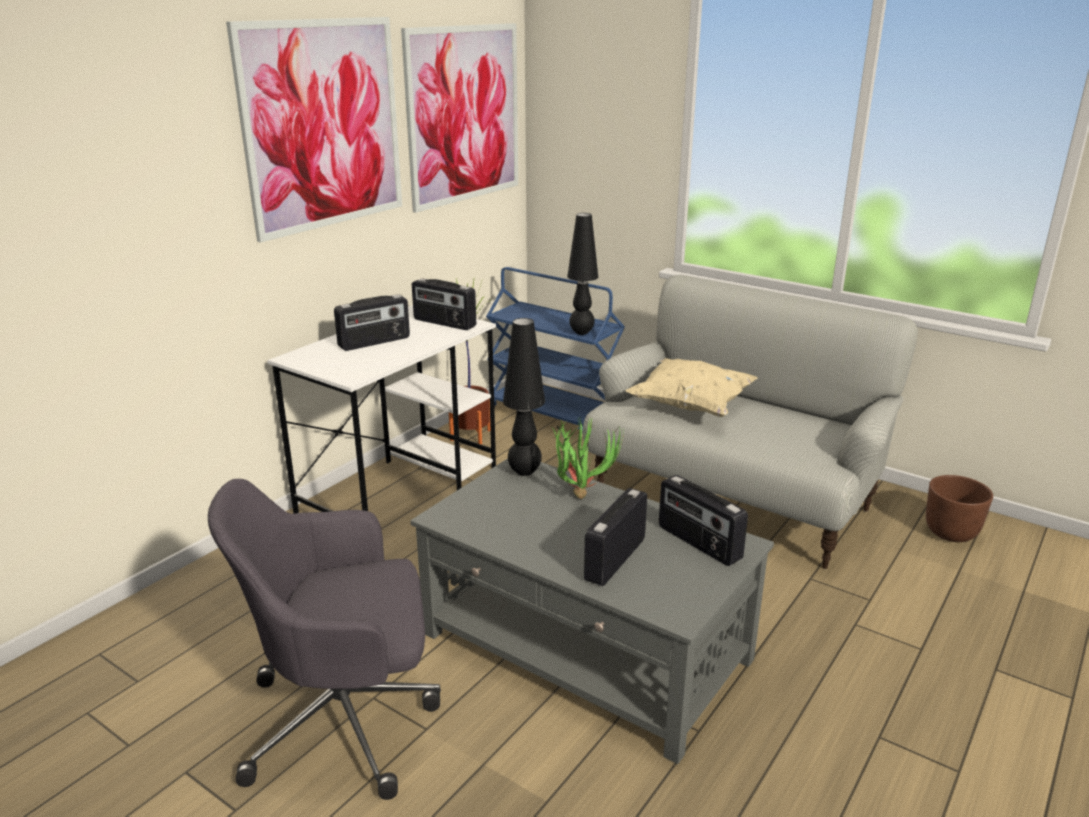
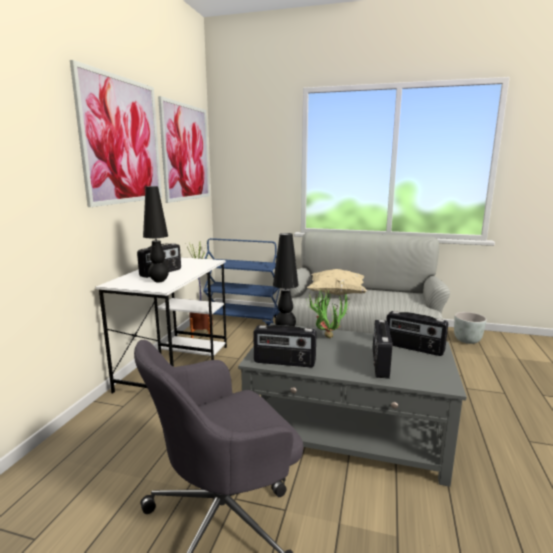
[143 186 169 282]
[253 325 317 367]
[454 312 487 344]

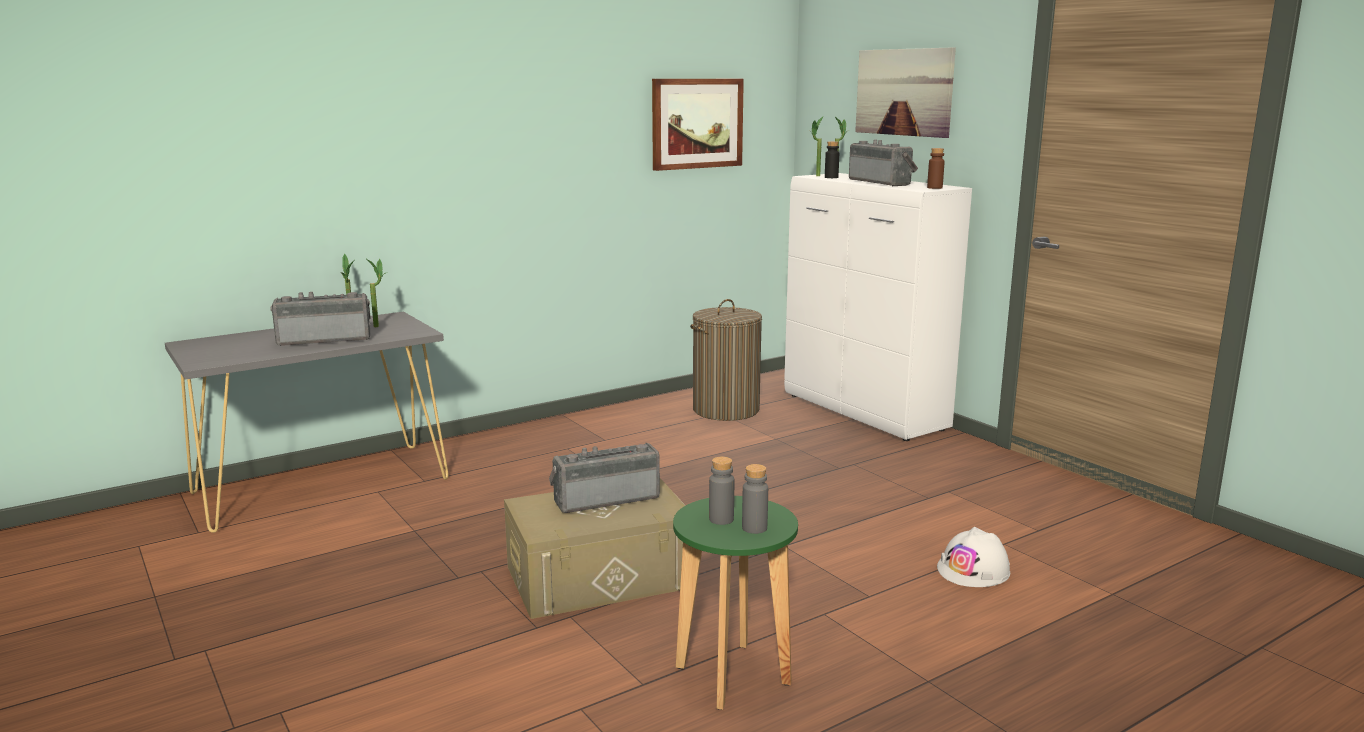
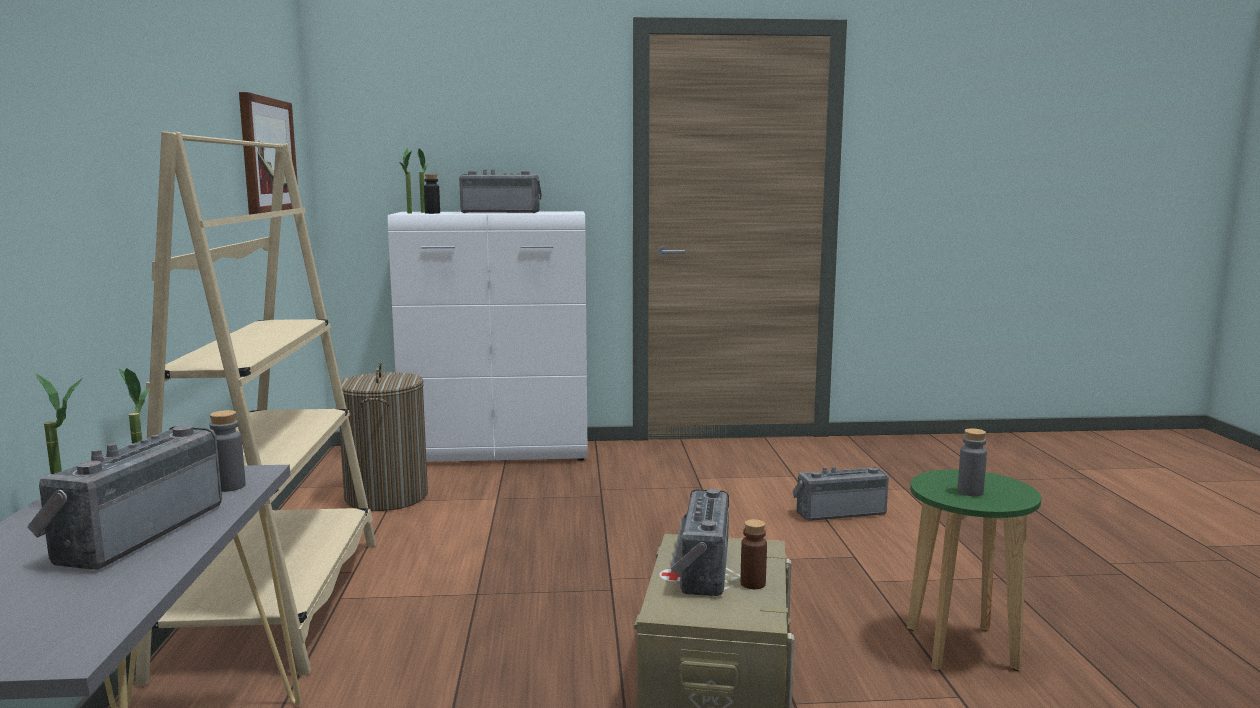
[855 47 956 138] (first image)
[741 519 767 589]
[209 410 246 492]
[792 466 889 521]
[135 131 376 686]

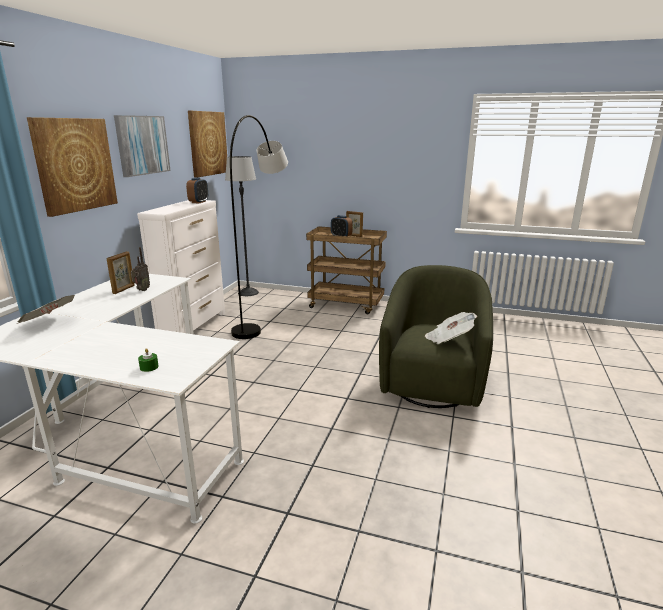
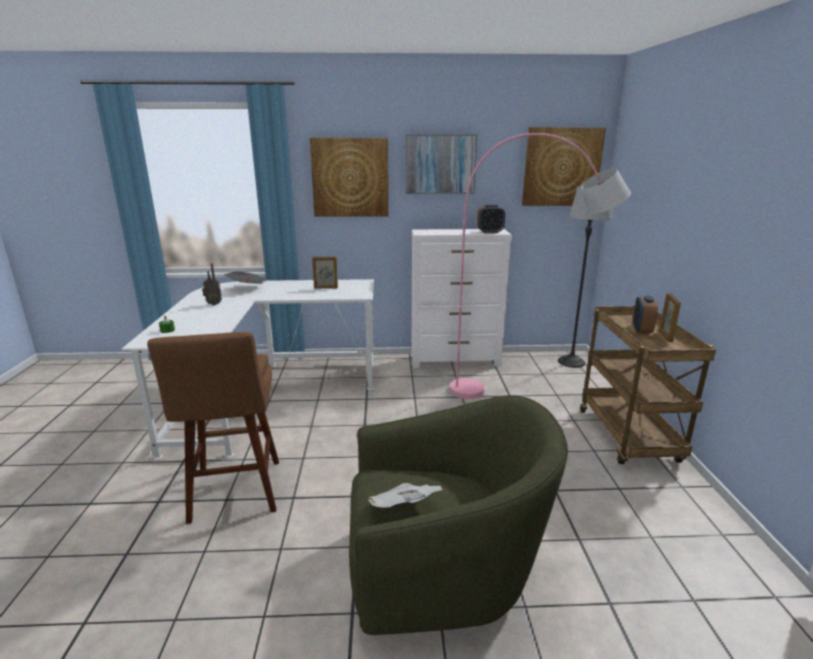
[450 133 631 399]
[202 263 222 305]
[147 332 279 524]

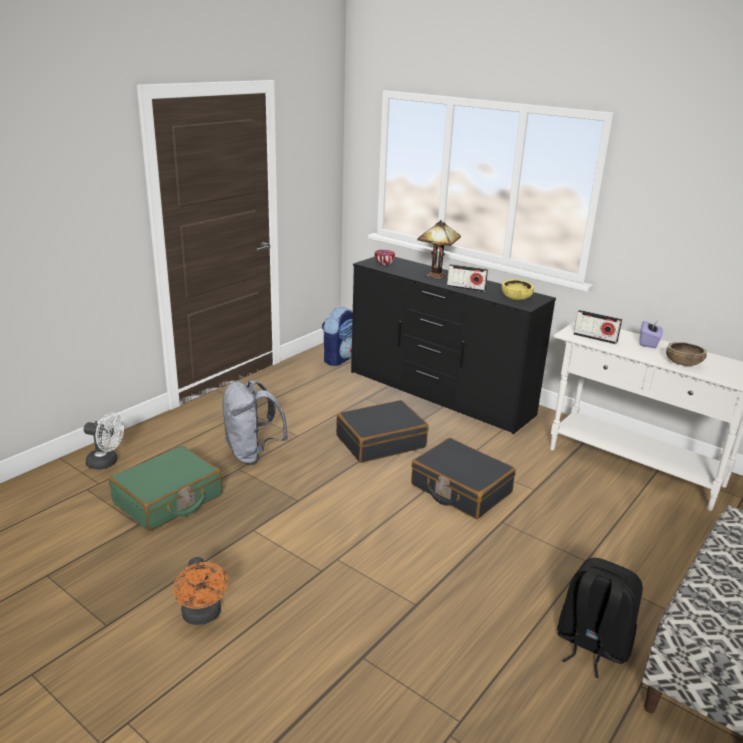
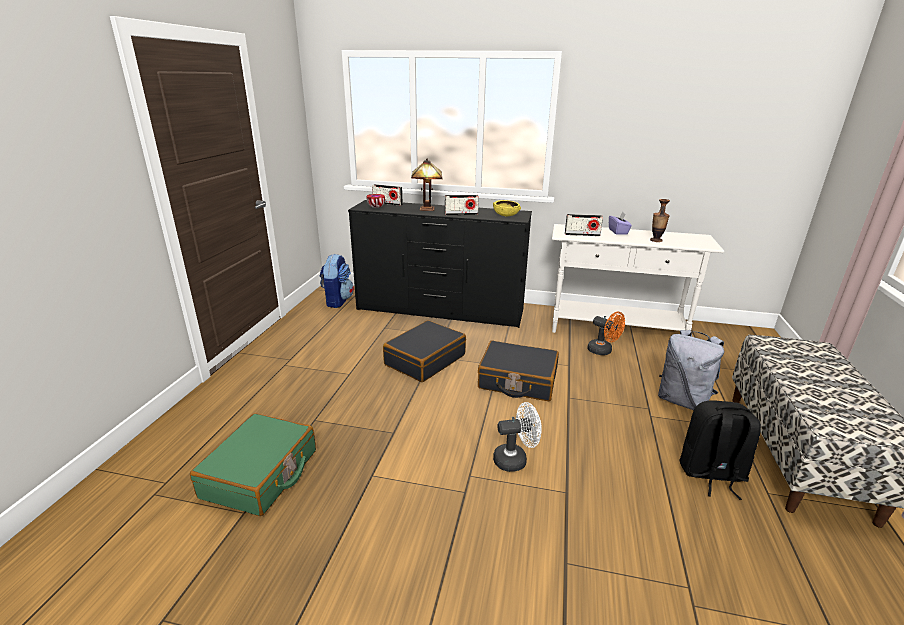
[650 199 670 242]
[658 330 724 410]
[493 402 542 472]
[587 312 625 355]
[372 184 403 206]

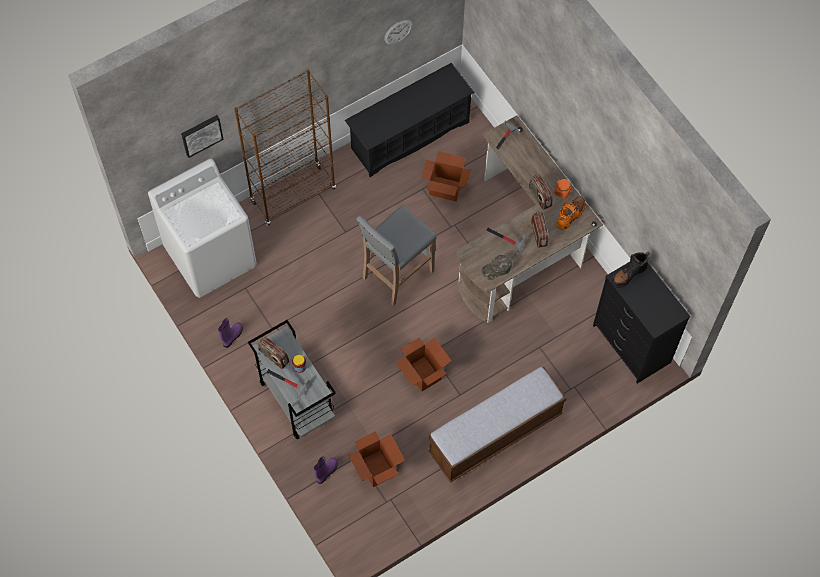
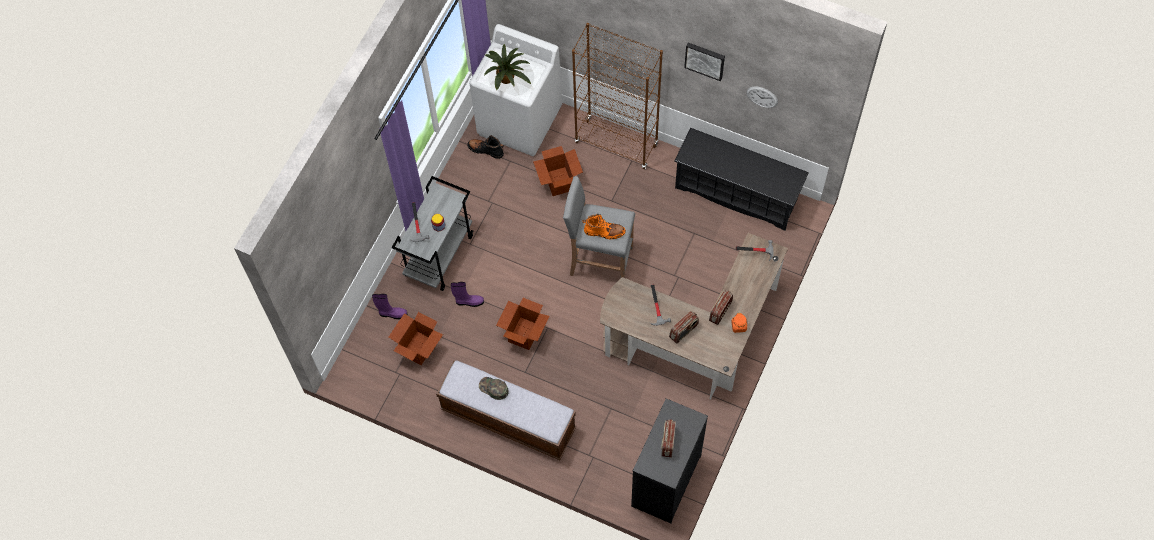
[684 43 725 81]
[533 146 583 196]
[582 214 626 240]
[467 135 504 159]
[479 377 509 400]
[451 282 484 307]
[661 419 676 457]
[484 44 531 90]

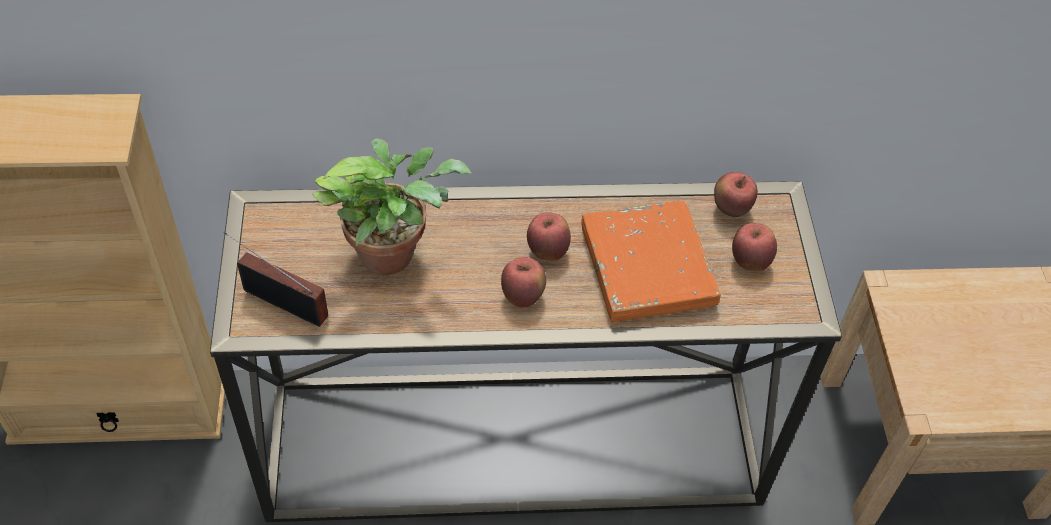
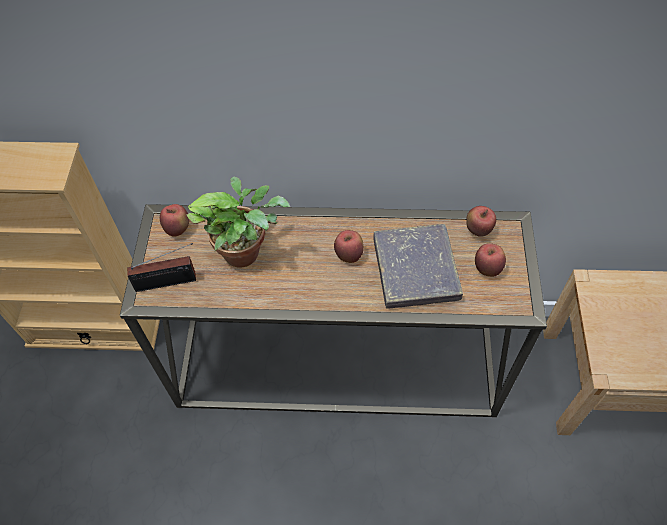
[374 224 463 309]
[127 243 196 292]
[160 204 189 236]

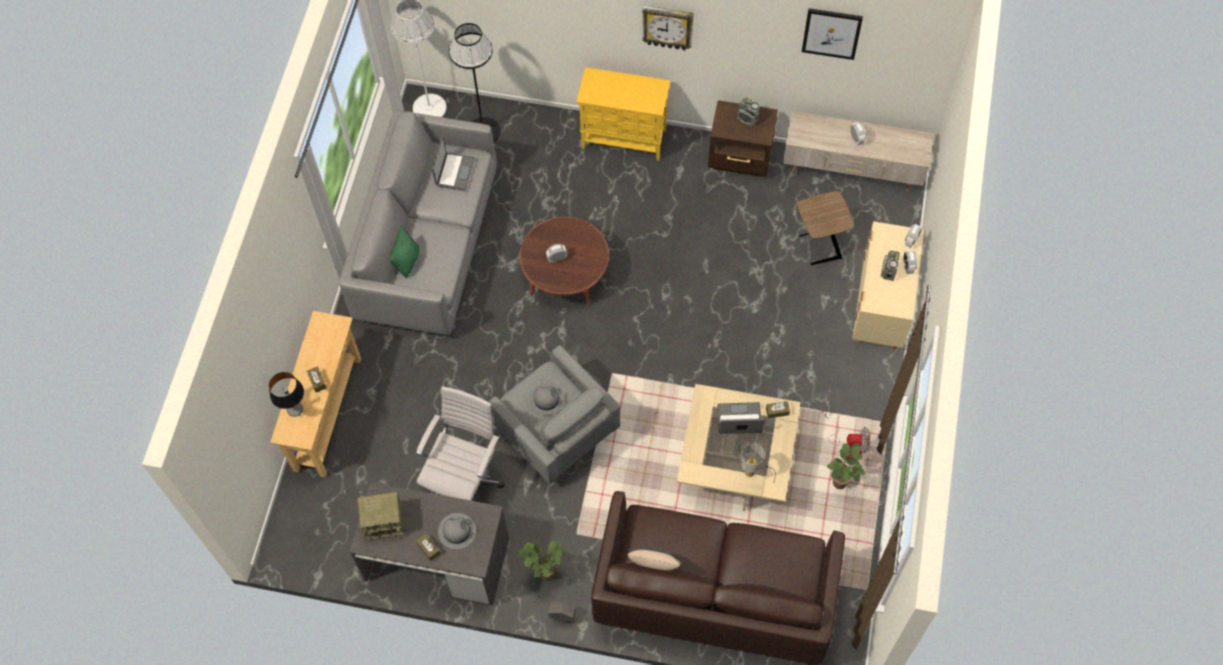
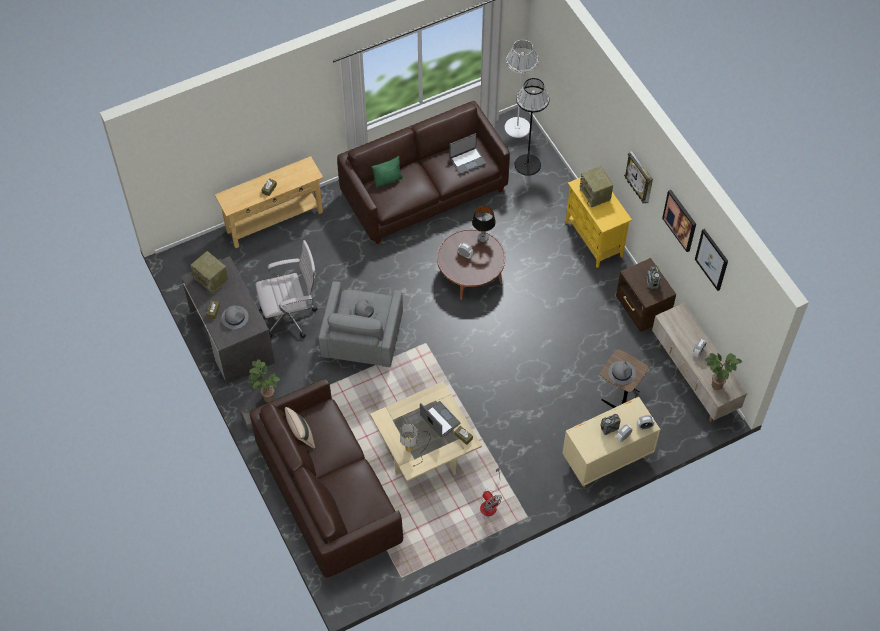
[337 101 510 244]
[472 206 496 242]
[705 353 742 390]
[580 166 613 207]
[662 190 696 252]
[608 361 636 385]

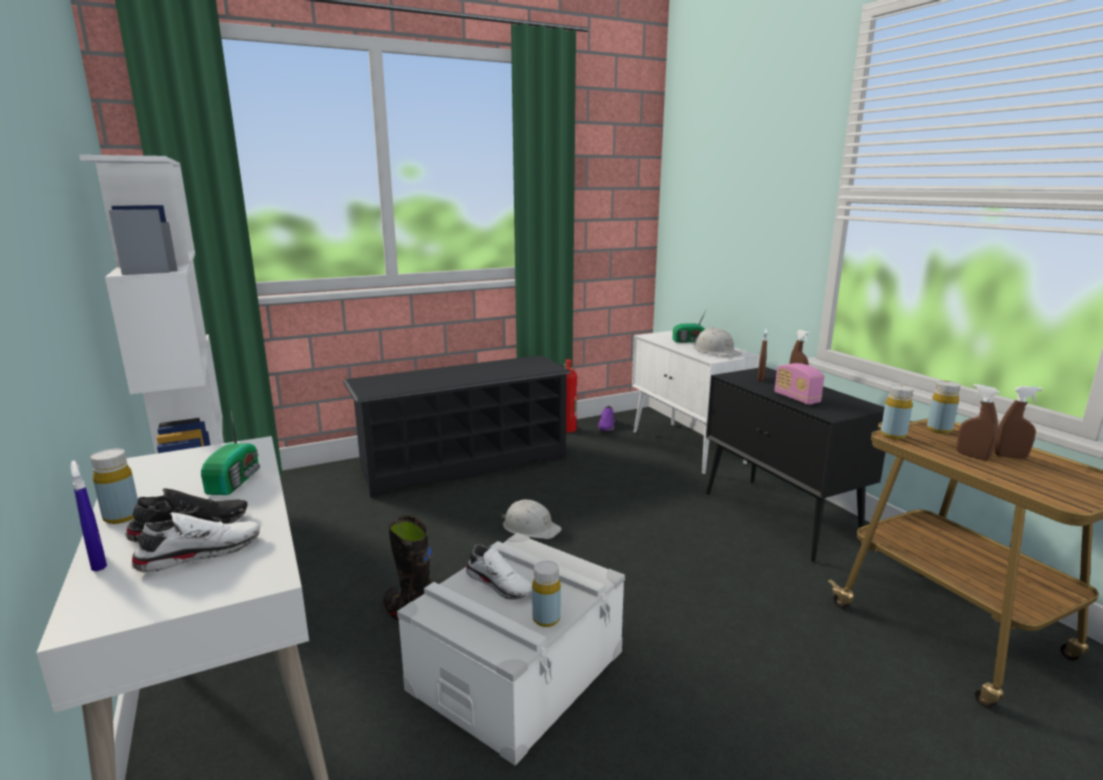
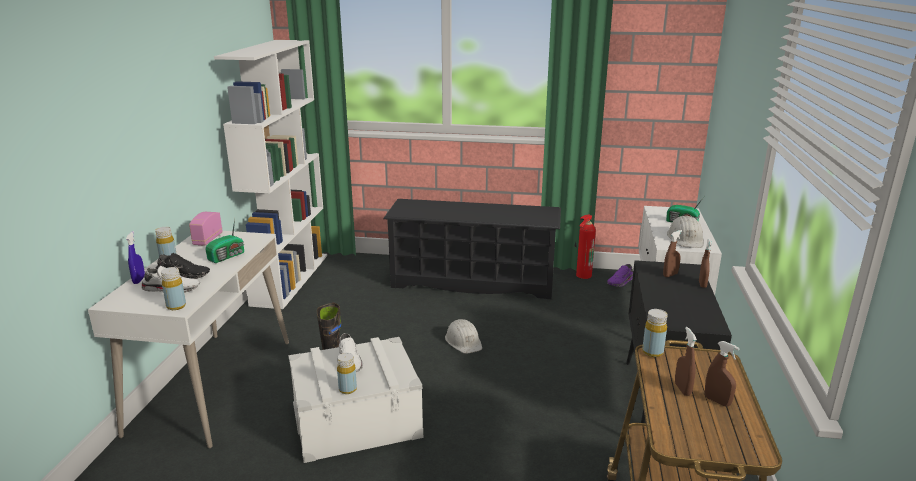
[189 212 223 246]
[161 267 186 310]

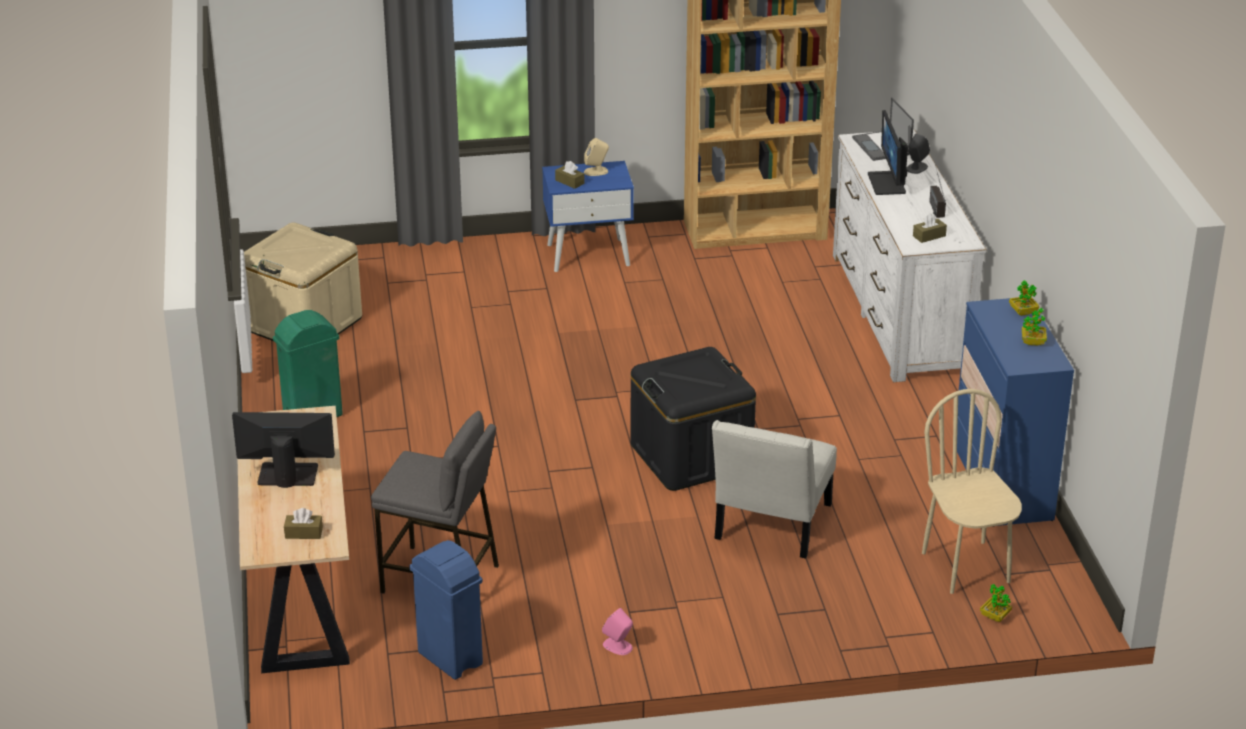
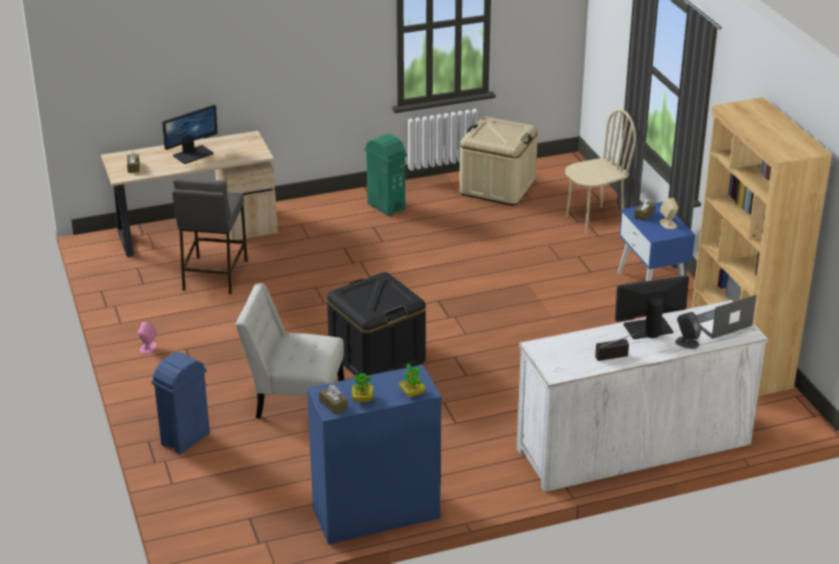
[319 385 348 415]
[565 109 636 234]
[162 105 217 164]
[151 352 210 454]
[980 584 1012 622] (first image)

